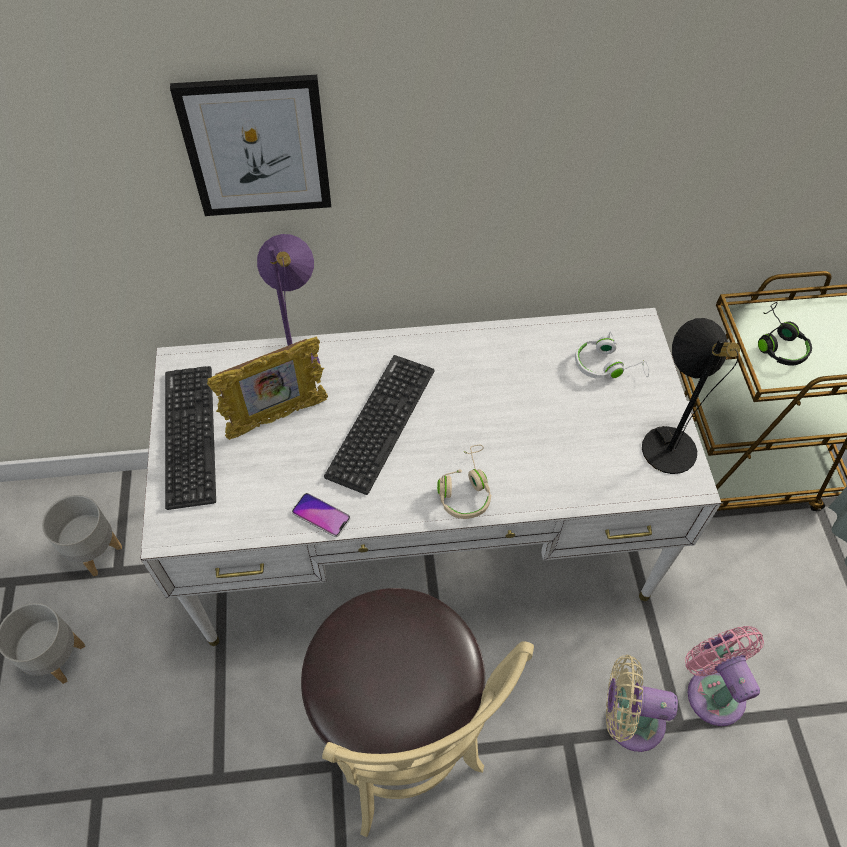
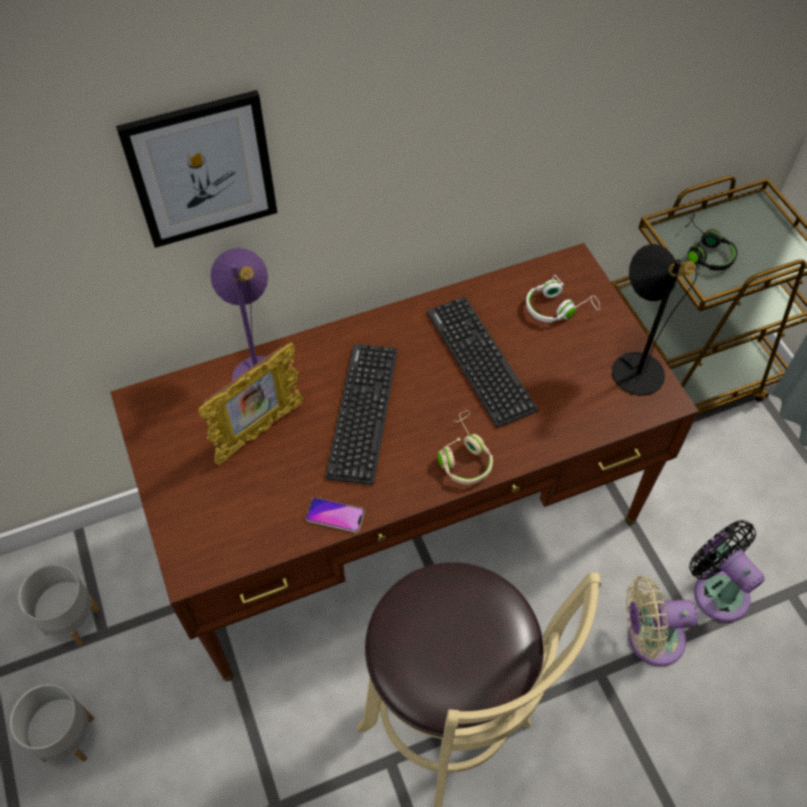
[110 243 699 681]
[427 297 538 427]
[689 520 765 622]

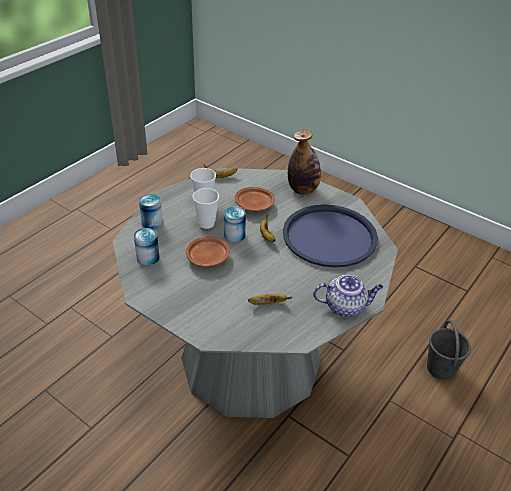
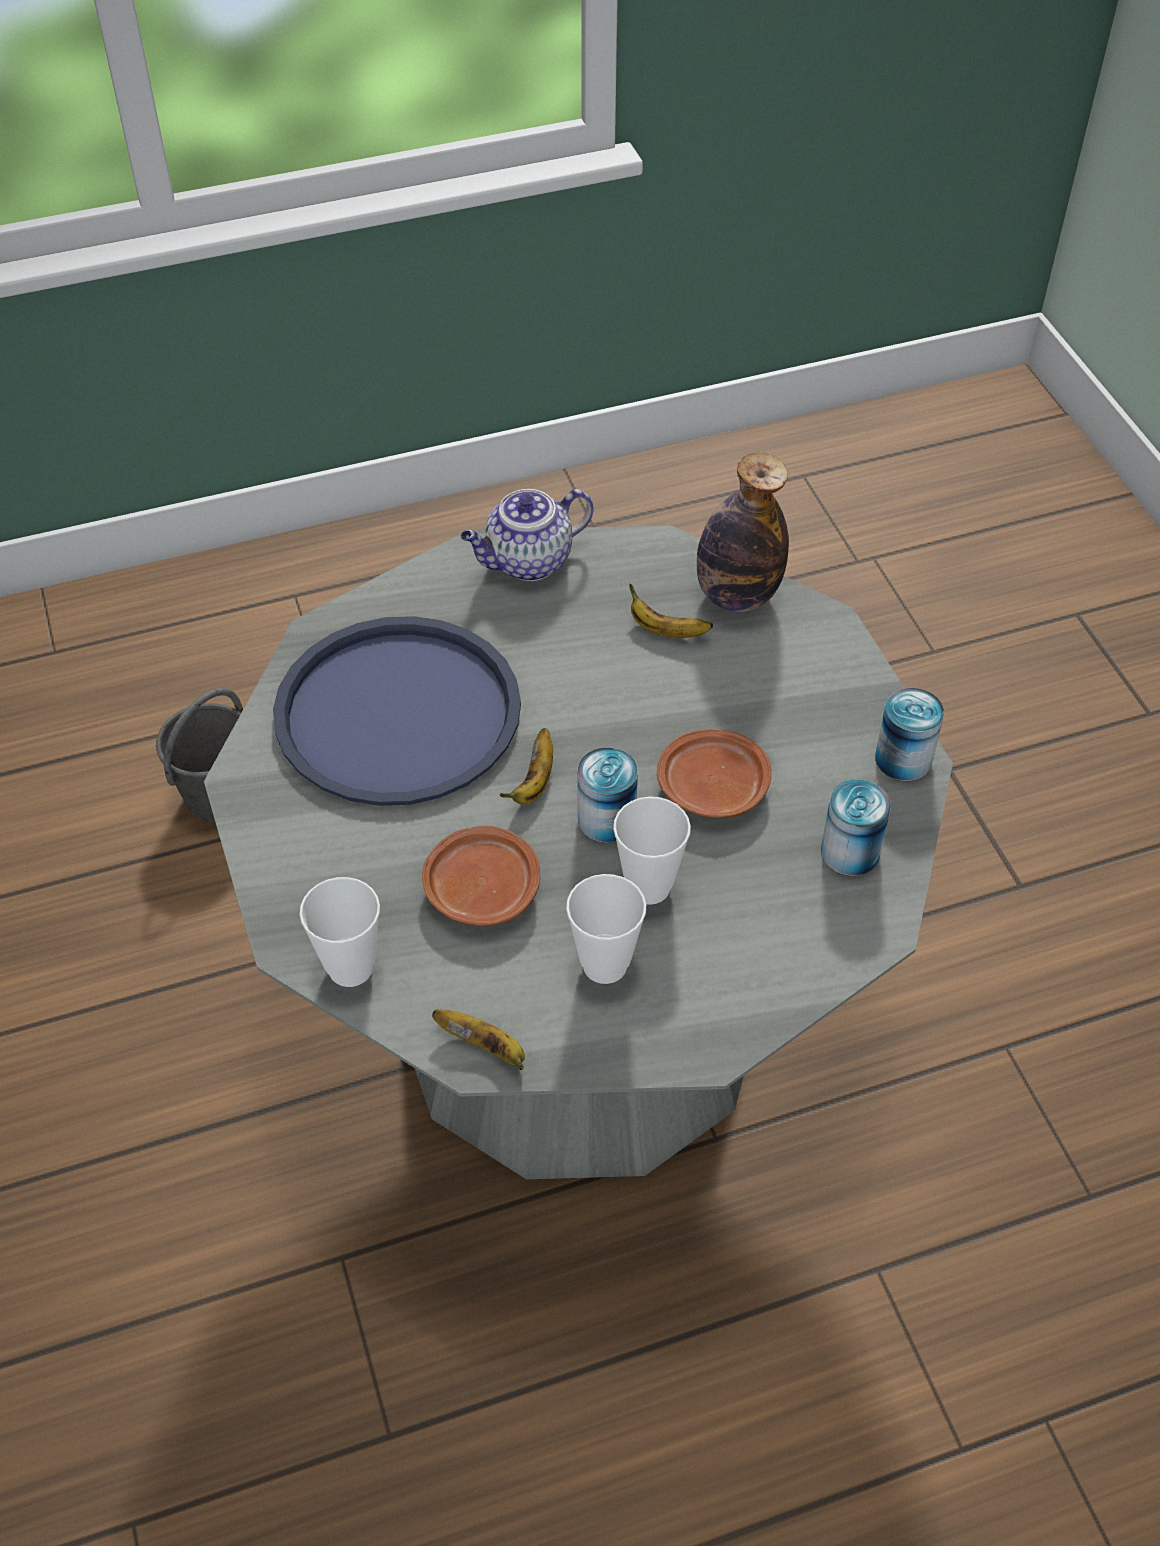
[697 453 789 612]
[875 688 944 781]
[461 489 594 581]
[299 877 380 987]

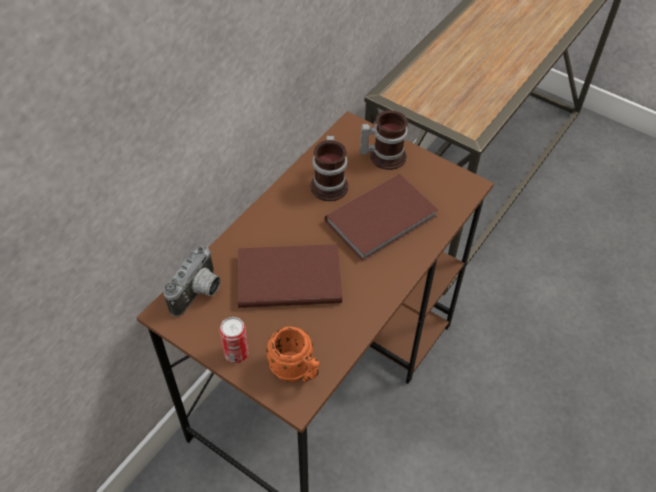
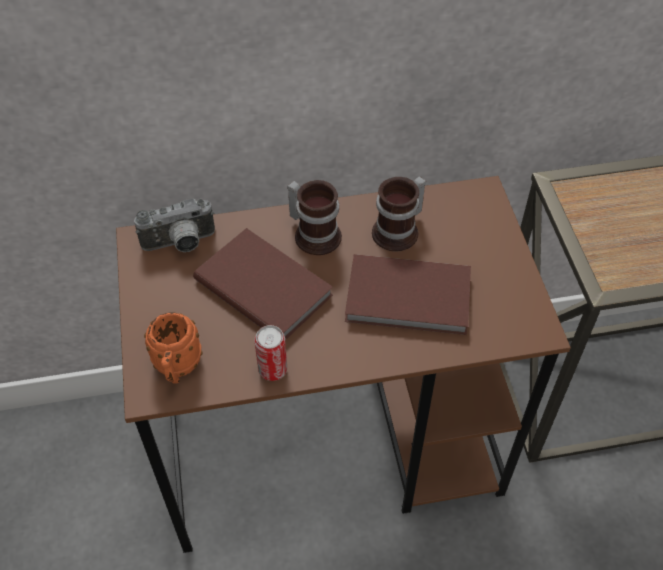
[287 180 342 255]
[255 325 287 381]

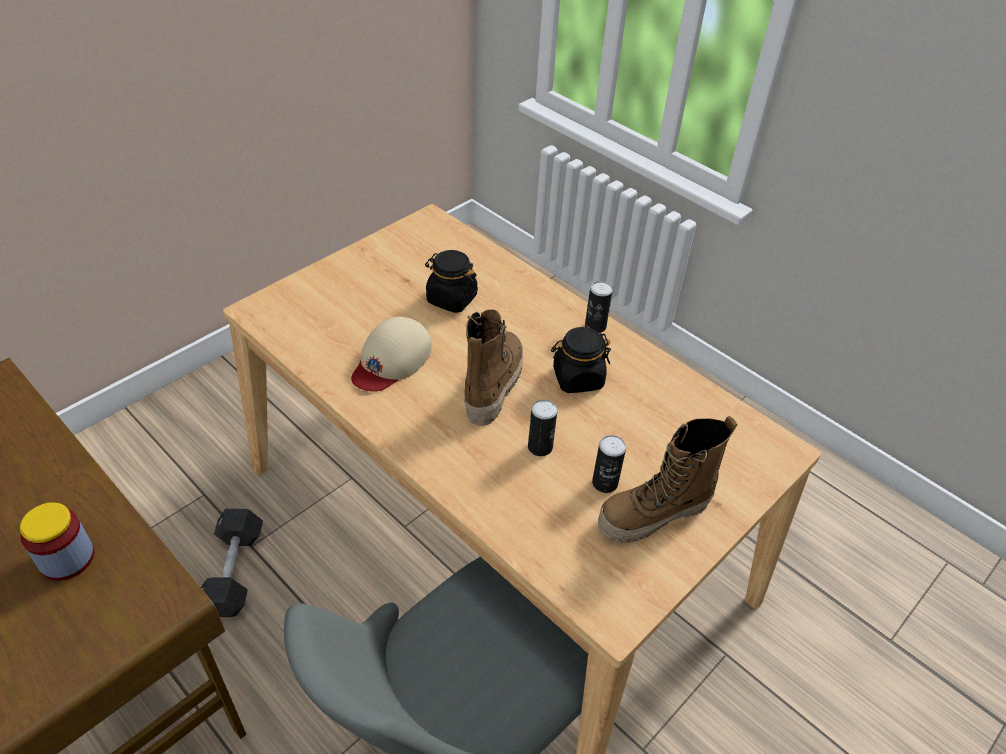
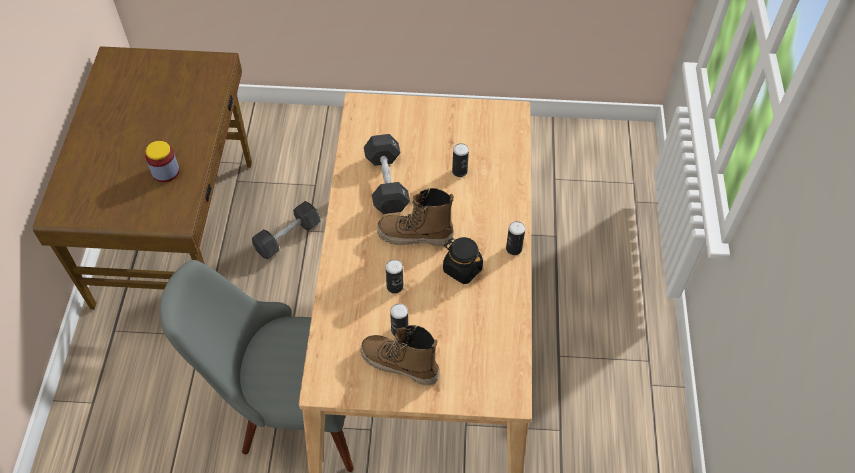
[452 143 469 177]
[377 188 454 246]
[364 134 410 214]

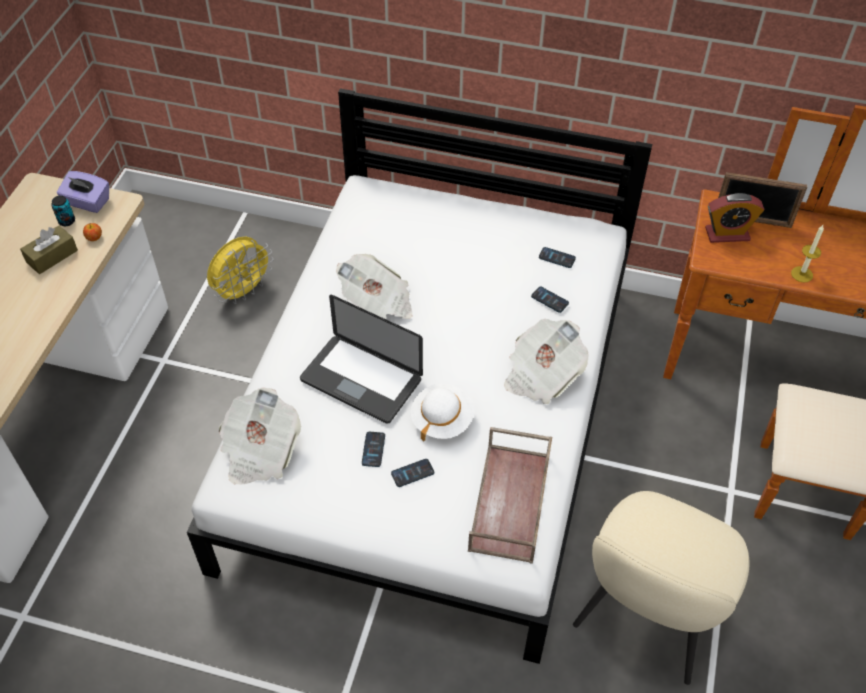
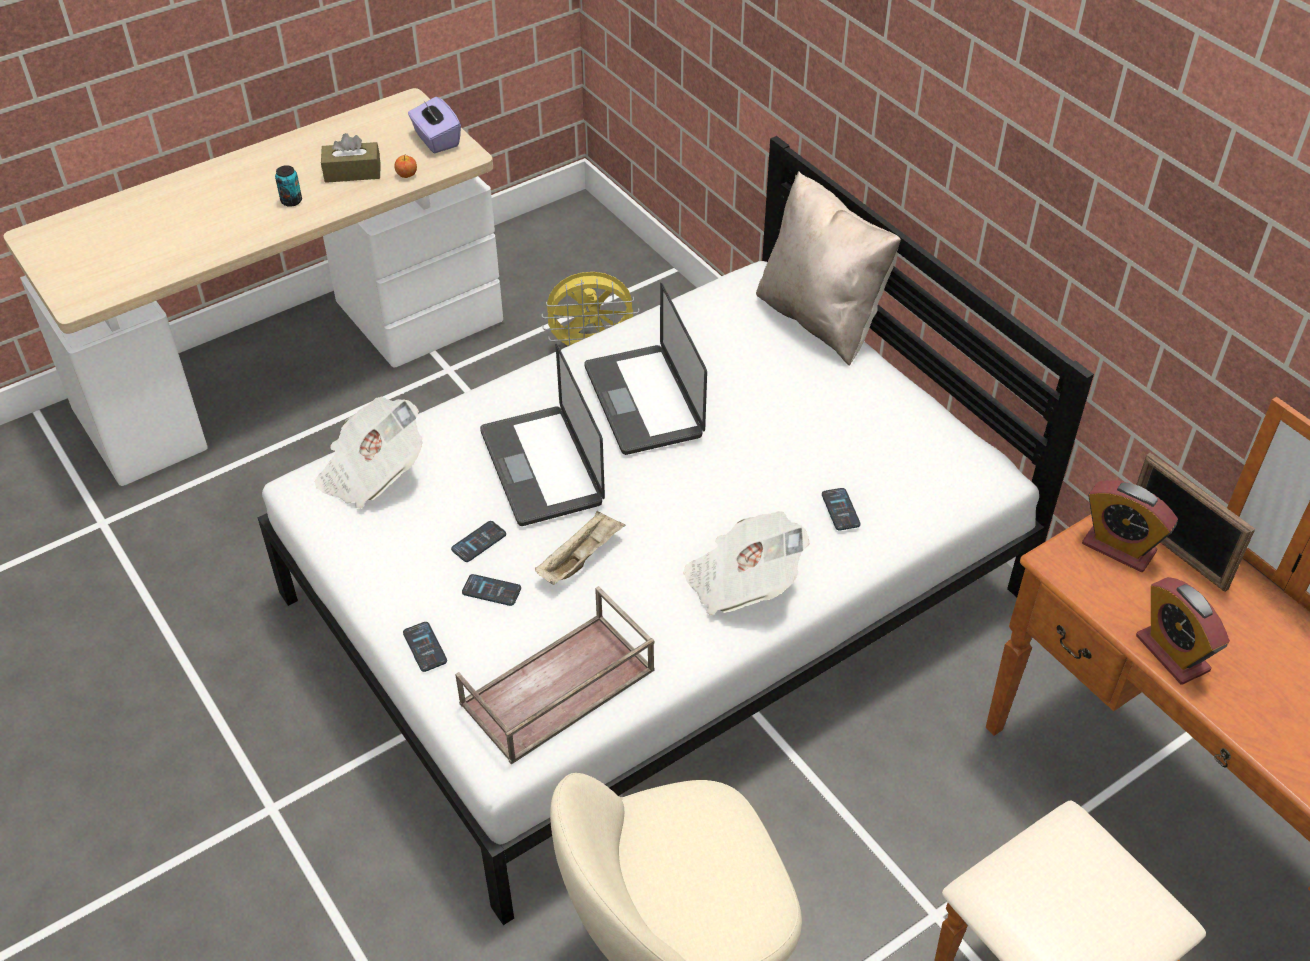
[275 165 302 207]
[1136 577 1230 685]
[403 622 447 672]
[584 283 707 455]
[535 511 625 585]
[756 171 901 366]

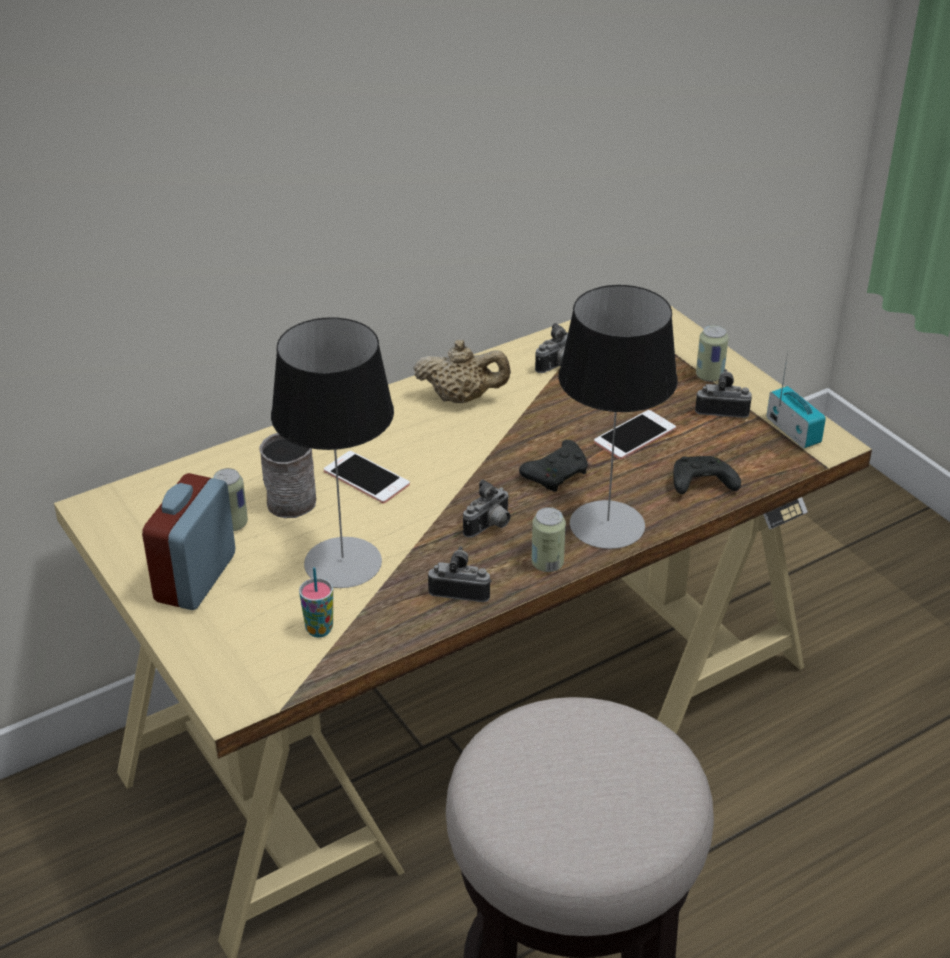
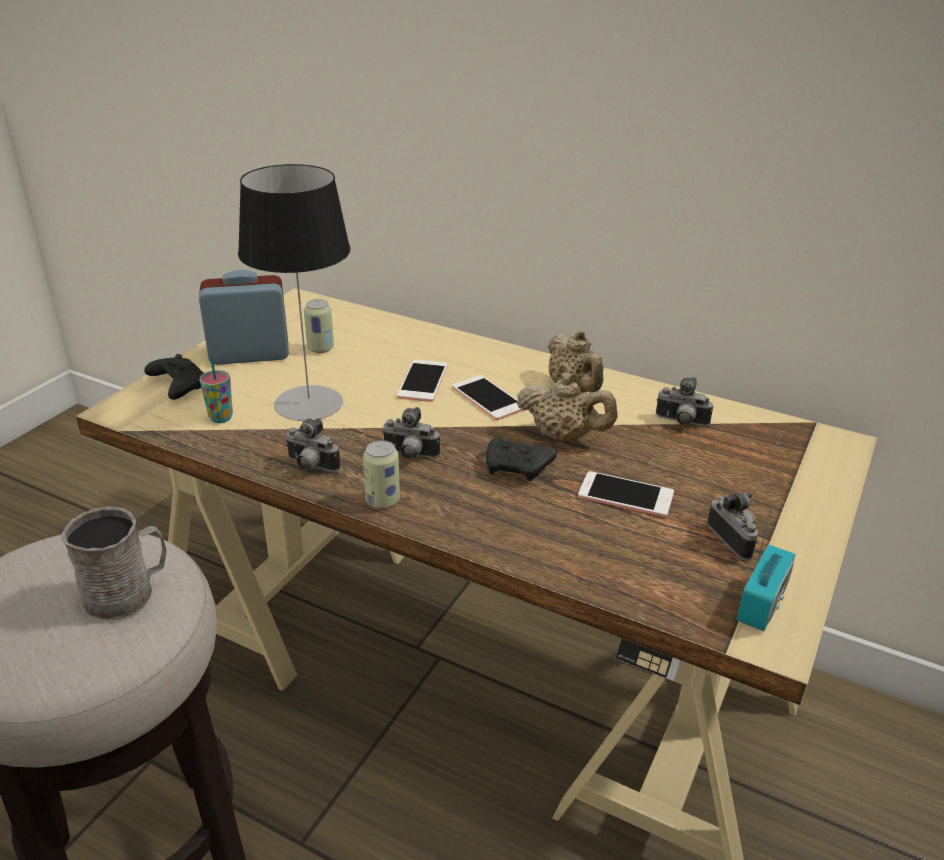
[558 285 678 549] (first image)
[696 325 729 382] (first image)
[61 506 167 620]
[144 354 204 400]
[285 418 341 472]
[517 373 618 442]
[452 375 523 420]

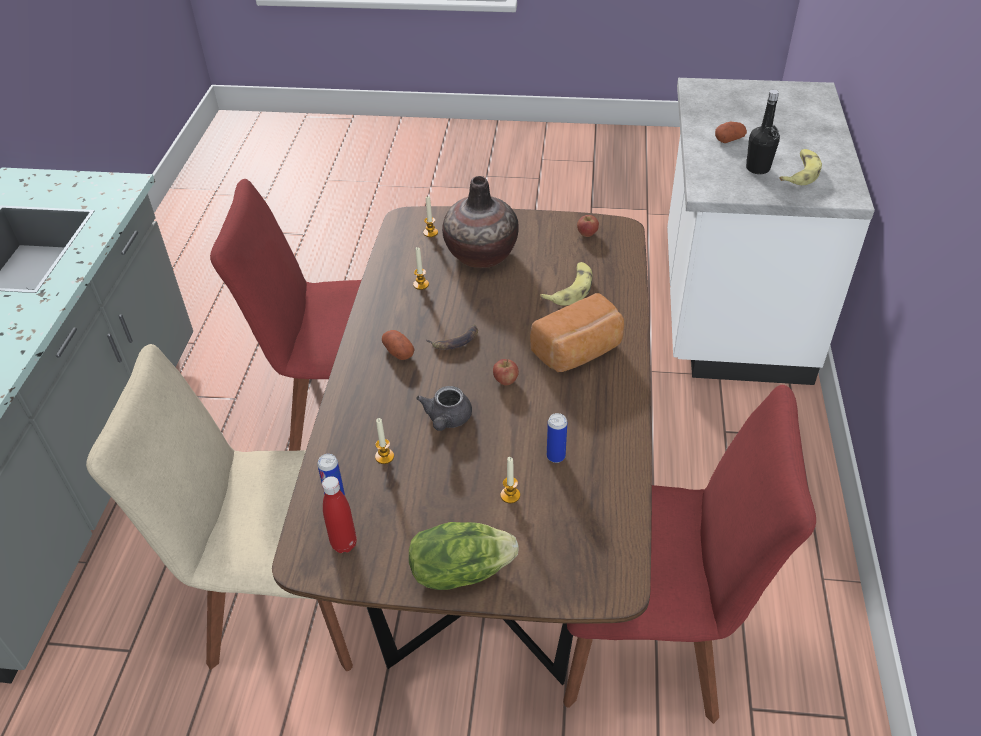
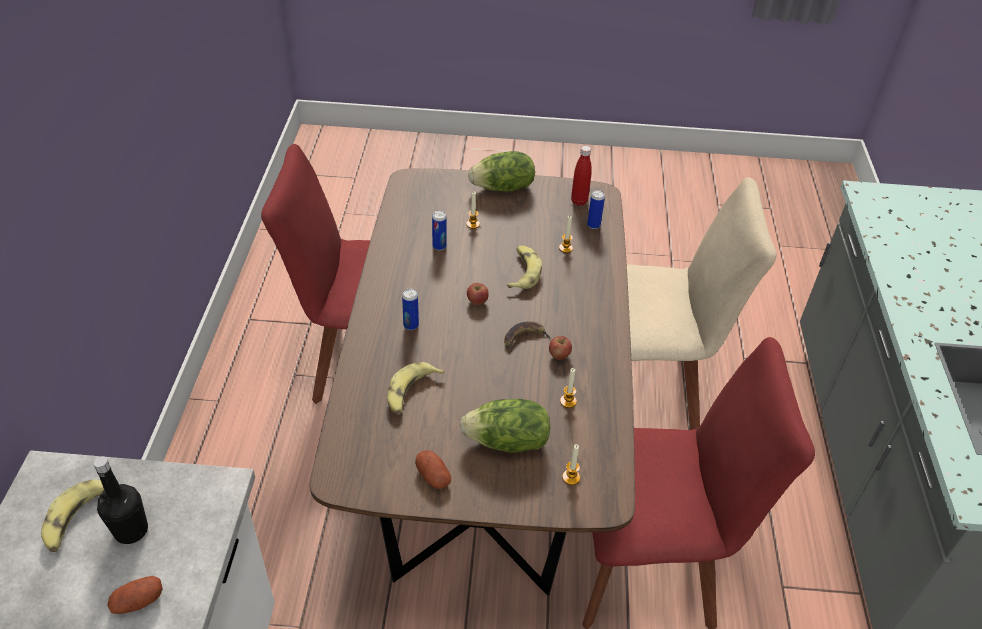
[460 399 550 453]
[549 336 572 360]
[402 288 419 330]
[415 450 451 489]
[507 245 542 289]

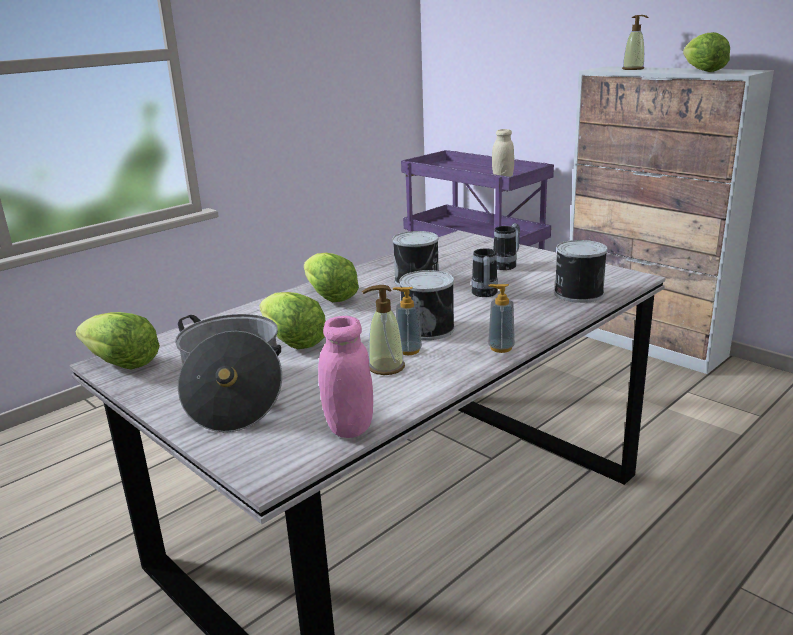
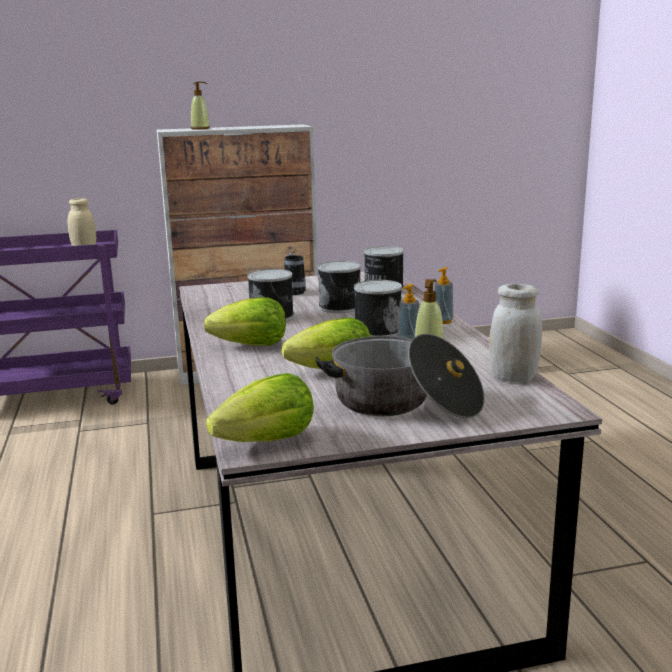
[683 32 730 72] (first image)
[318 261 361 313]
[489 284 542 382]

